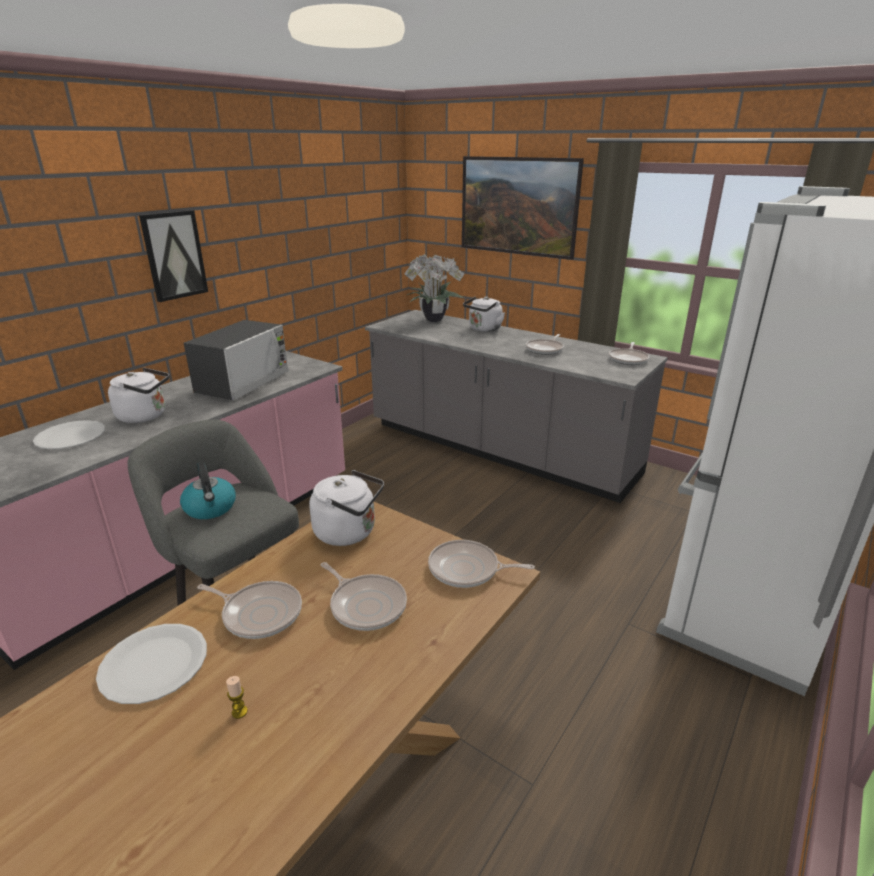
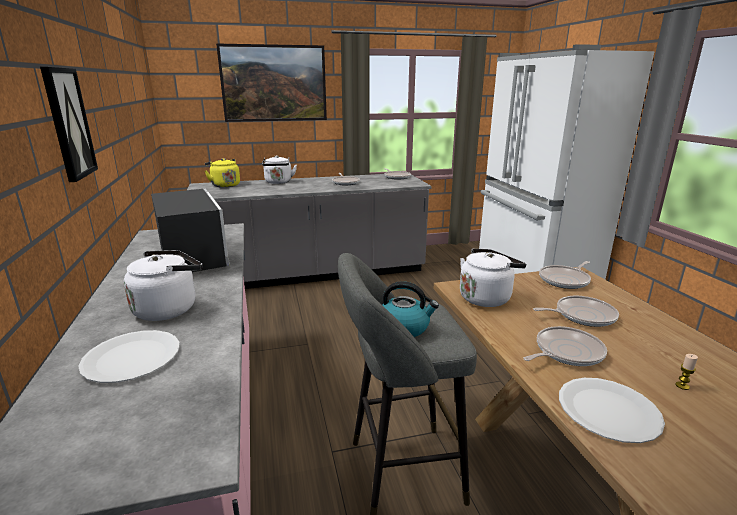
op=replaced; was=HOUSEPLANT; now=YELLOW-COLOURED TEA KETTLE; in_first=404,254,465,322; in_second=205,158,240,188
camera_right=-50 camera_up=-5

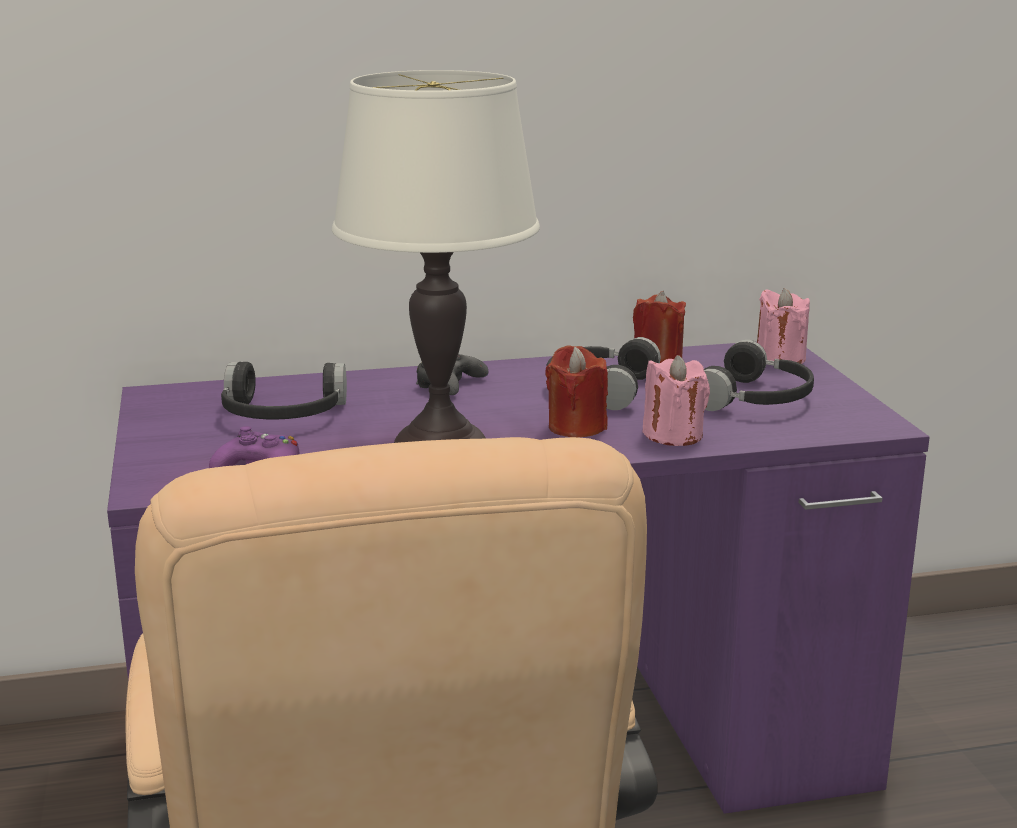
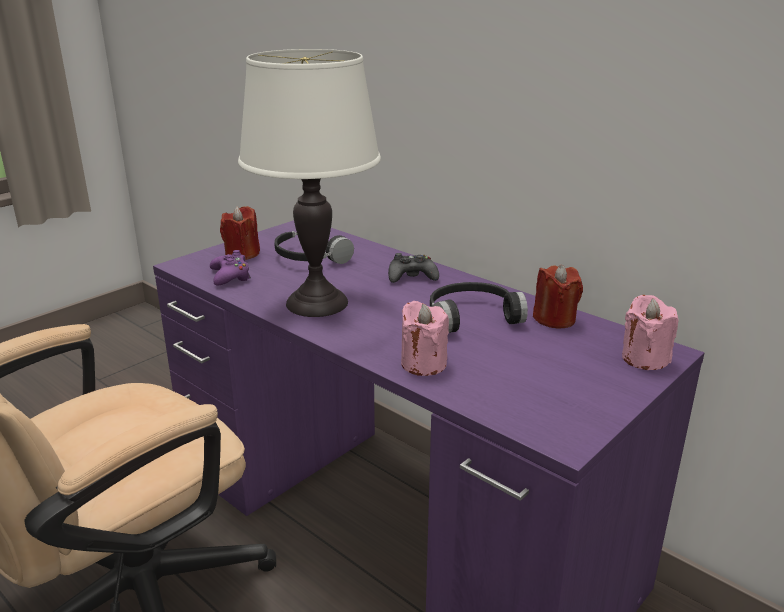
op=removed; was=BLACKISH PAIR OF HEADPHONES; in_first=704,340,814,411
op=moved; was=RED WAX LIGHT; in_first=545,346,608,437; in_second=220,206,260,260
camera_right=55 camera_up=5

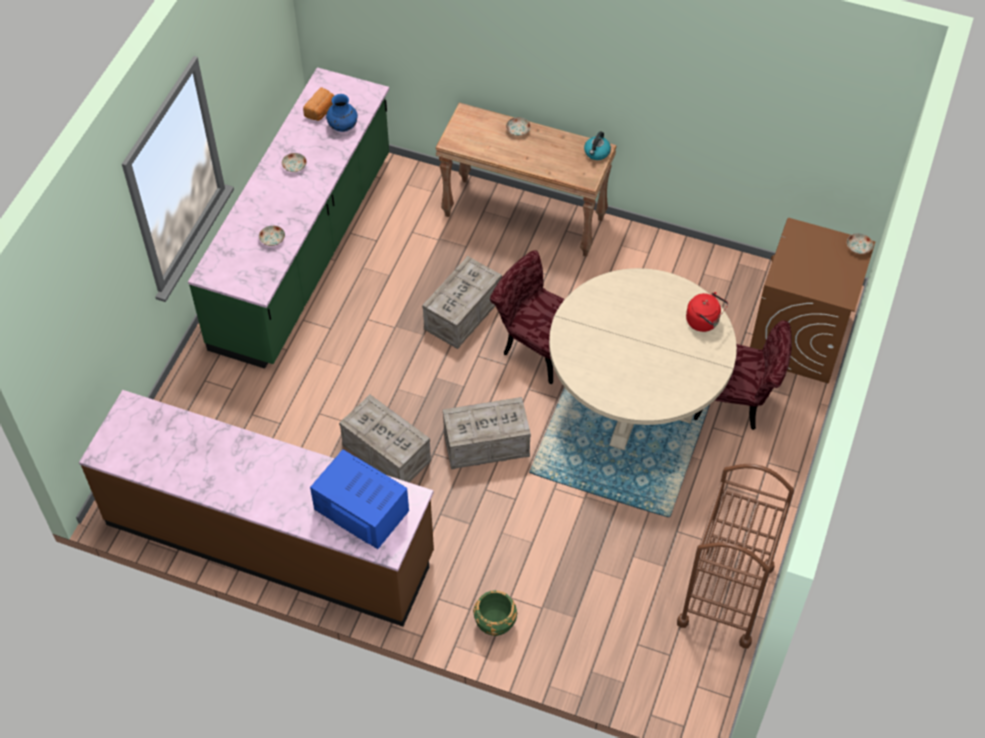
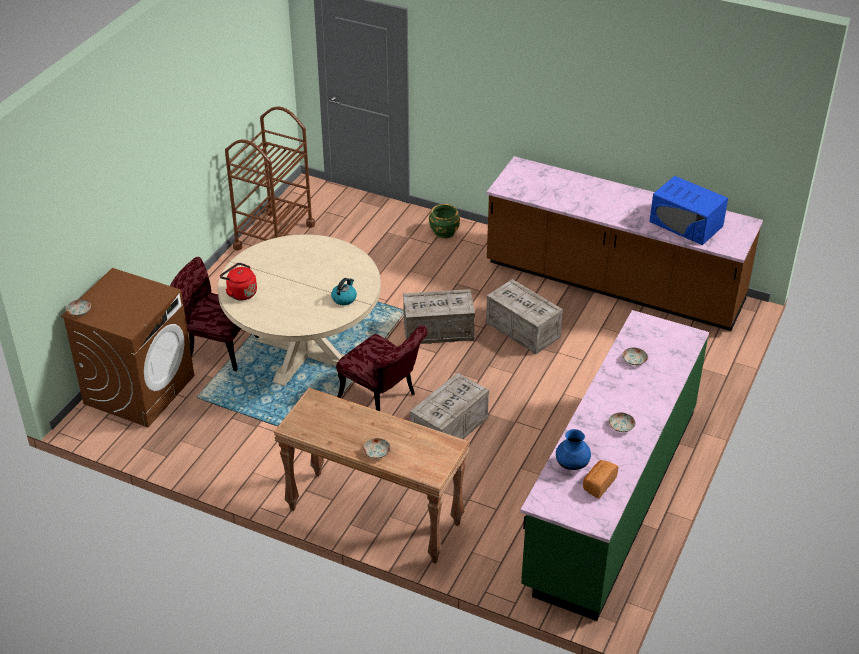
op=moved; was=TEA KETTLE; in_first=584,131,611,160; in_second=331,278,357,305
op=moved; was=BLUE MICROWAVE OVEN; in_first=310,449,409,549; in_second=649,176,728,245
camera_right=-175 camera_up=-15

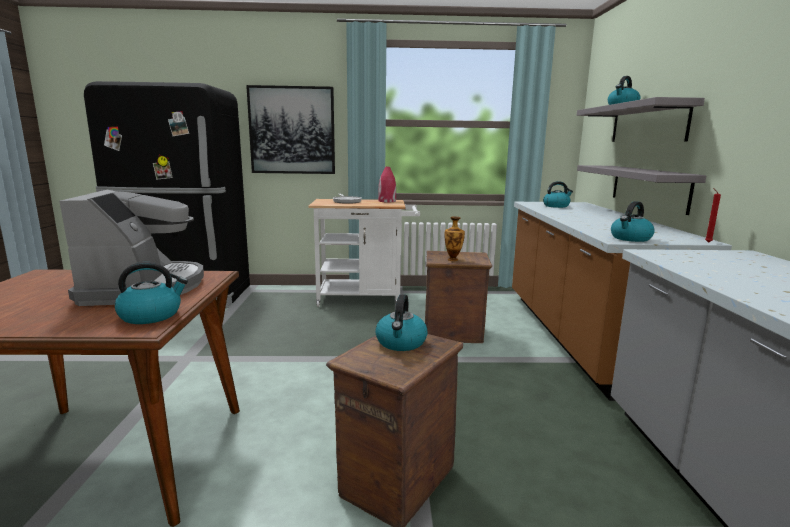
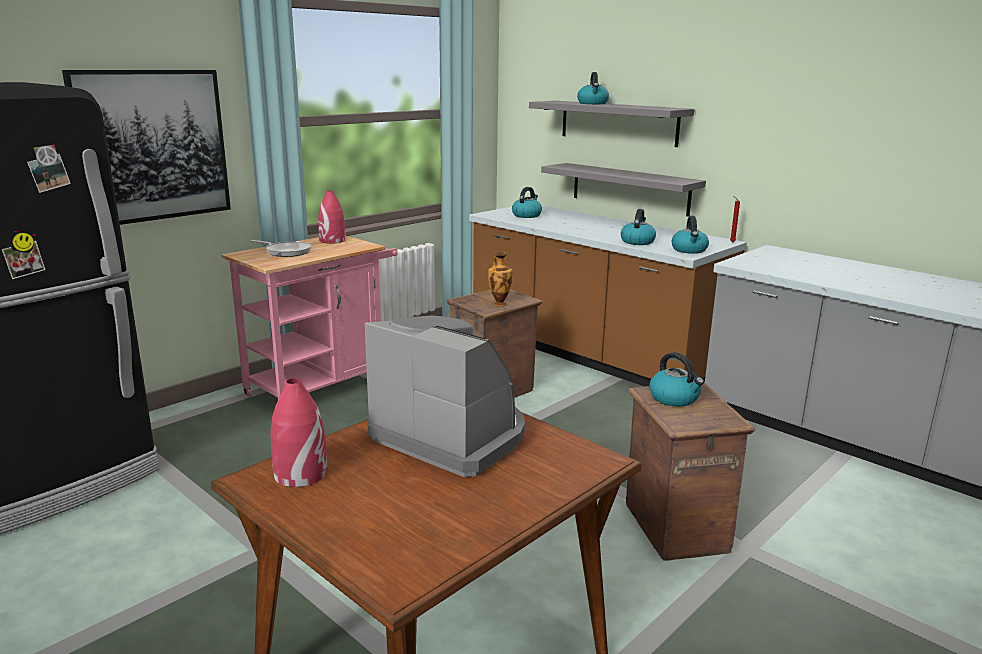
op=recoloured; was=WHITE TROLLEY; now=PINK TROLLEY; in_first=308,199,420,307; in_second=222,236,398,399
op=moved; was=TEA KETTLE; in_first=115,262,188,324; in_second=621,209,656,245
op=added; now=RED DECORATIVE VASE; in_second=270,378,328,487
camera_right=-45 camera_up=5

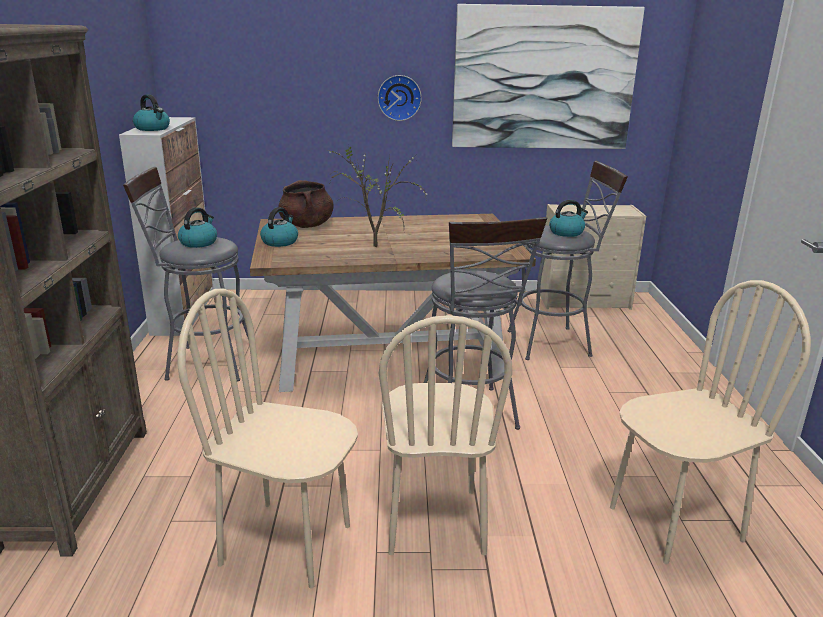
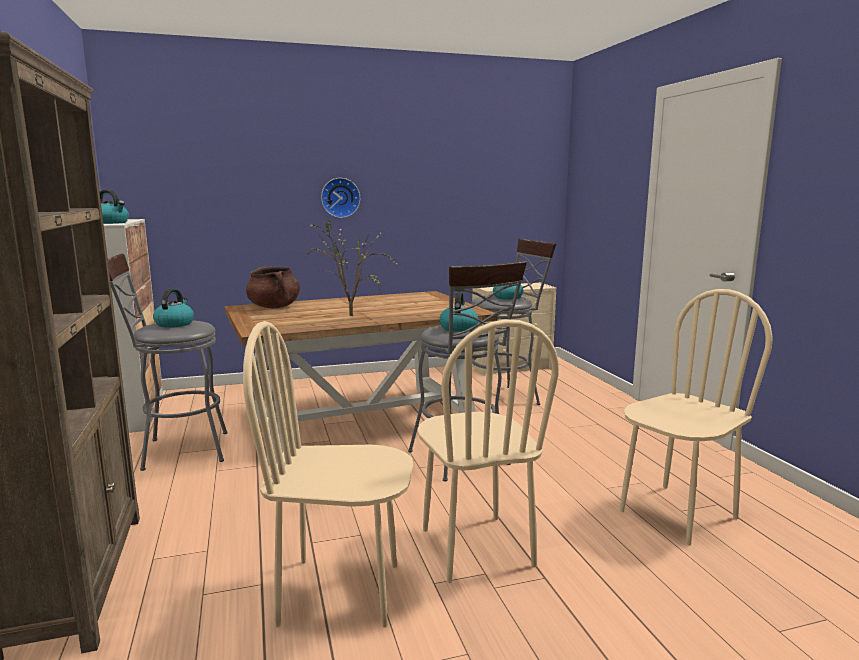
op=removed; was=WALL ART; in_first=452,4,645,149
op=moved; was=TEA KETTLE; in_first=260,207,298,247; in_second=440,291,478,332
camera_right=-15 camera_up=-10

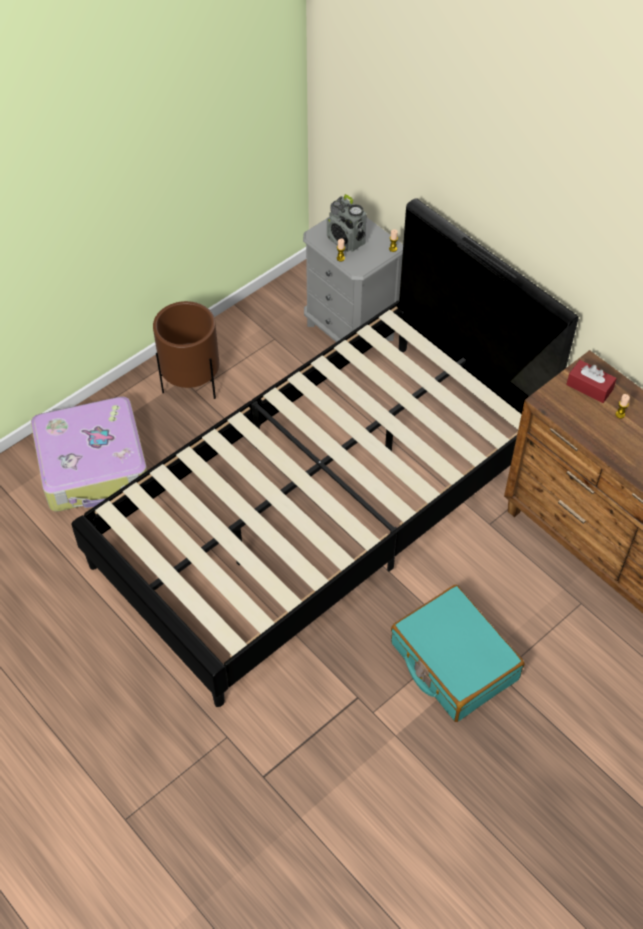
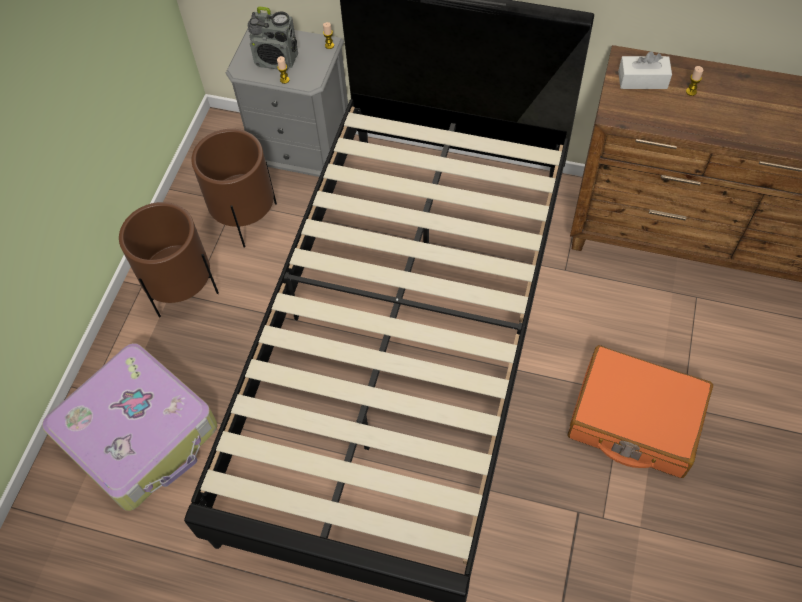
op=recoloured; was=RED TISSUE BOX; now=WHITE TISSUE BOX; in_first=566,360,617,403; in_second=618,51,672,89
op=recoloured; was=TURQUOISE PIECE OF LUGGAGE; now=ORANGE PIECE OF LUGGAGE; in_first=391,585,524,722; in_second=568,345,713,478
op=added; now=BROWN-COLOURED PLANT POT; in_second=191,129,277,247
camera_right=-30 camera_up=5

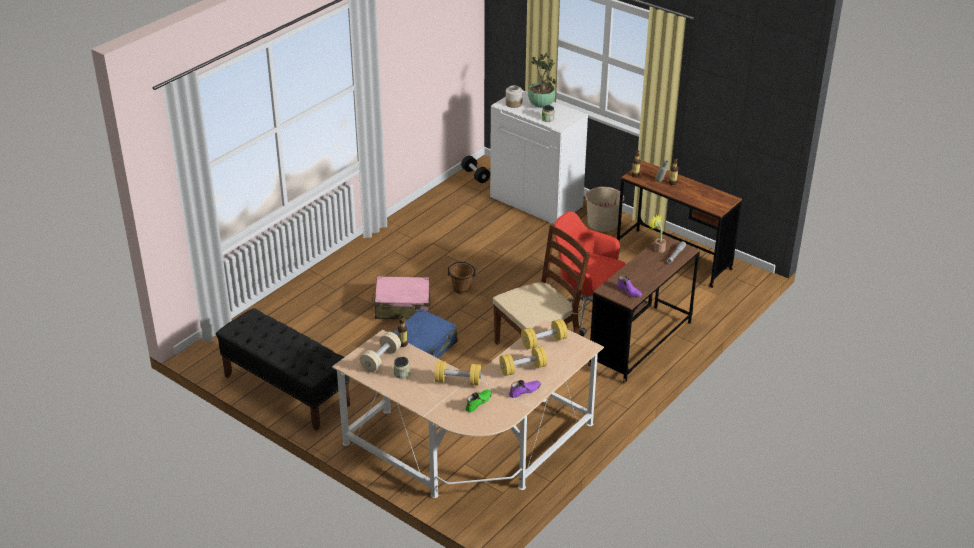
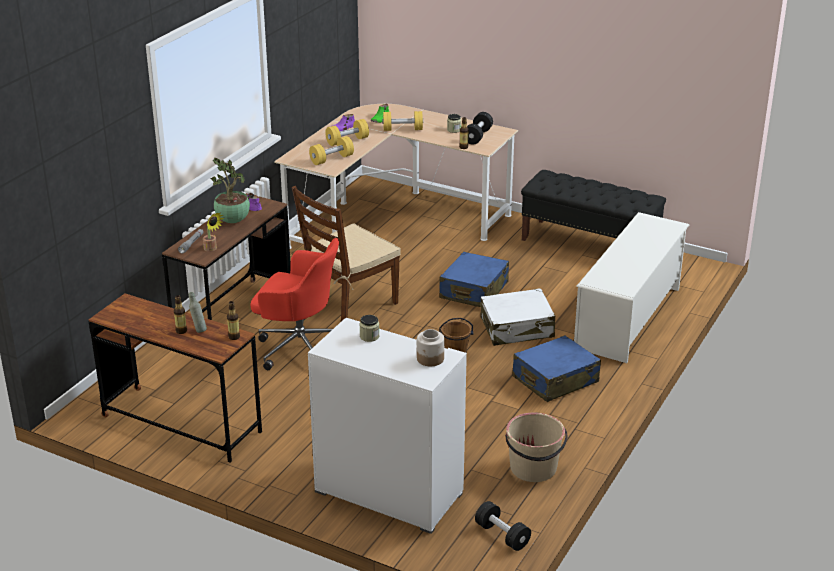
op=moved; was=HOUSEPLANT; in_first=528,53,557,108; in_second=211,158,250,223
op=moved; was=SAND-COLOURED BUCKET; in_first=584,187,625,232; in_second=505,413,568,482
op=recoloured; was=PINK PIECE OF LUGGAGE; now=WHITE PIECE OF LUGGAGE; in_first=372,276,431,319; in_second=480,288,555,346
op=recoloured; was=SAND-COLOURED HAND WEIGHT; now=BLACKISH HAND WEIGHT; in_first=360,332,401,372; in_second=467,112,493,145
op=added; now=WHITE SHOE RACK; in_second=574,212,689,363
op=added; now=BLUE PIECE OF LUGGAGE; in_second=512,335,601,402
camera_right=170 camera_up=-5

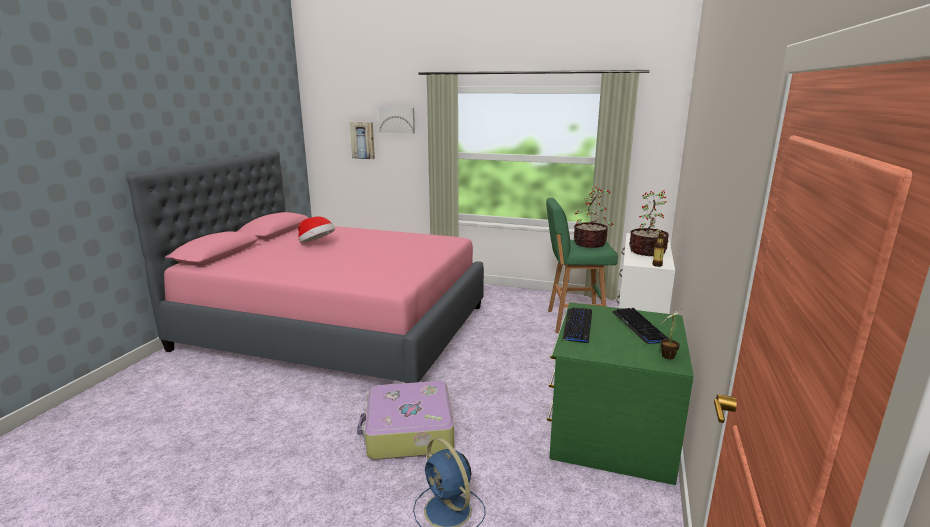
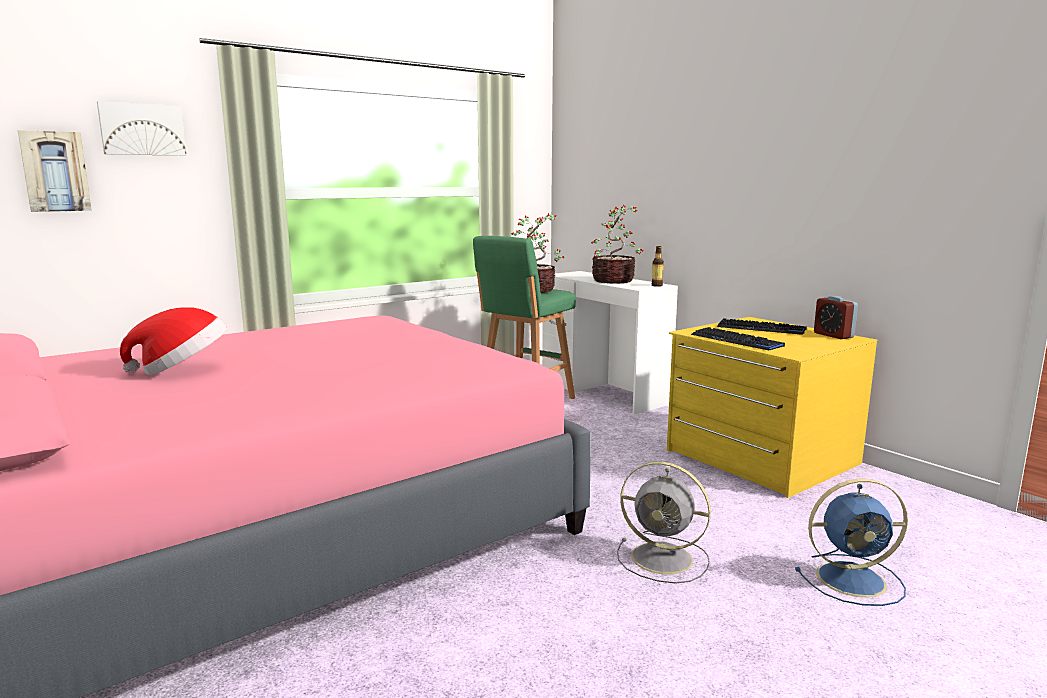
op=recoloured; was=GREENISH CHEST OF DRAWERS; now=YELLOW-COLOURED CHEST OF DRAWERS; in_first=547,302,694,485; in_second=667,317,877,498
op=replaced; was=HOUSEPLANT; now=TABLE CLOCK; in_first=660,305,689,359; in_second=814,296,858,339
op=replaced; was=PIECE OF LUGGAGE; now=GREYISH FAN; in_first=357,381,454,460; in_second=617,462,711,584
camera_right=-55 camera_up=-5

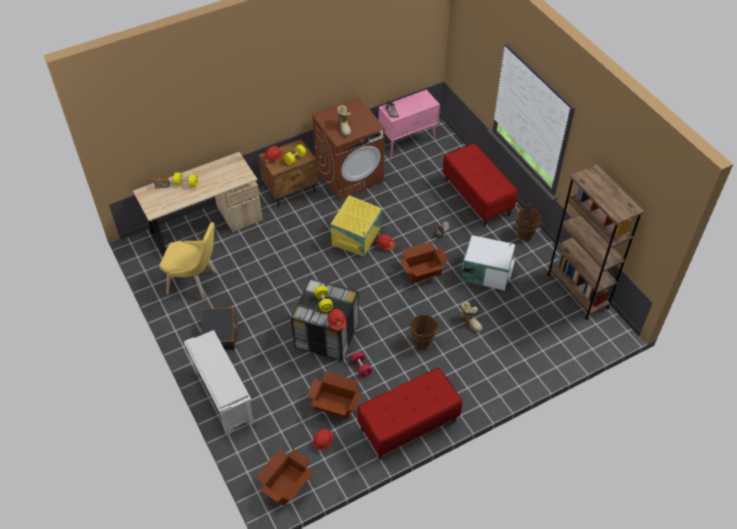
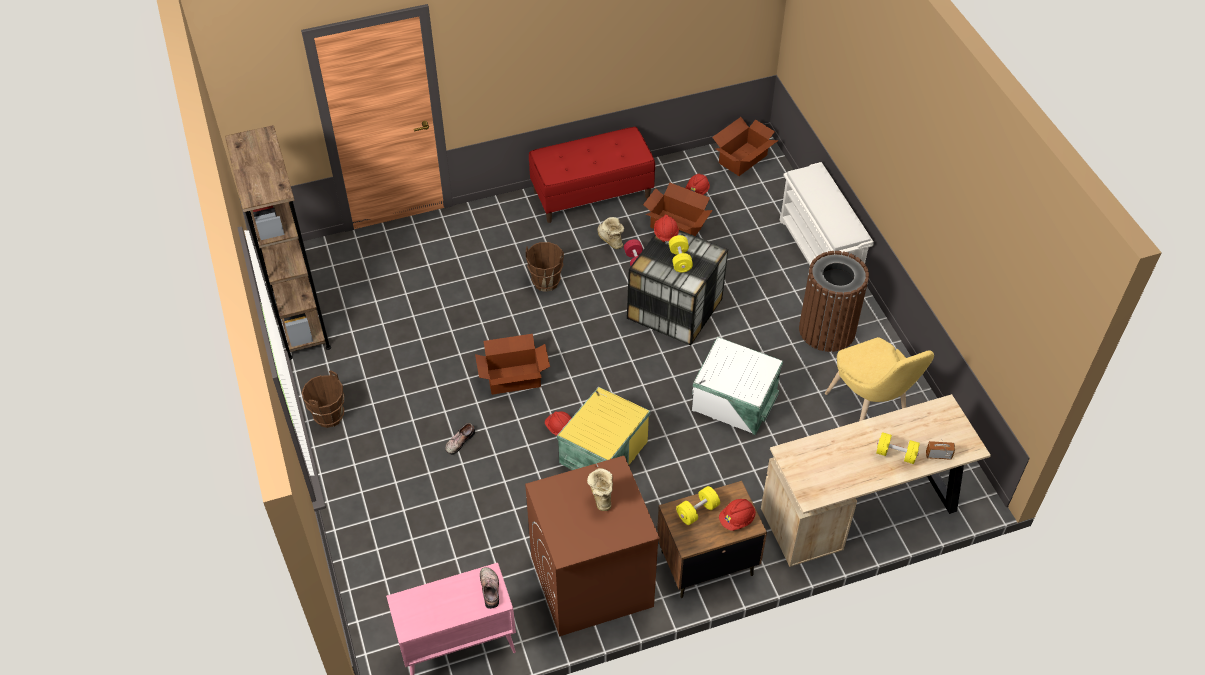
op=removed; was=RED LONG SEAT; in_first=443,144,518,227
op=turned; was=YELLOW-COLOURED CHAIR; in_first=159,222,215,299; in_second=825,337,934,421; clockwise=-135
op=moved; was=WHITE STORAGE BOX; in_first=461,235,516,291; in_second=692,337,783,435
op=moved; was=BOOT; in_first=460,301,483,332; in_second=597,217,624,249
op=replaced; was=BLACKISH PIECE OF LUGGAGE; now=BROWN-COLOURED TRASH CAN; in_first=201,307,238,350; in_second=799,251,869,352
camera_right=-170 camera_up=0

